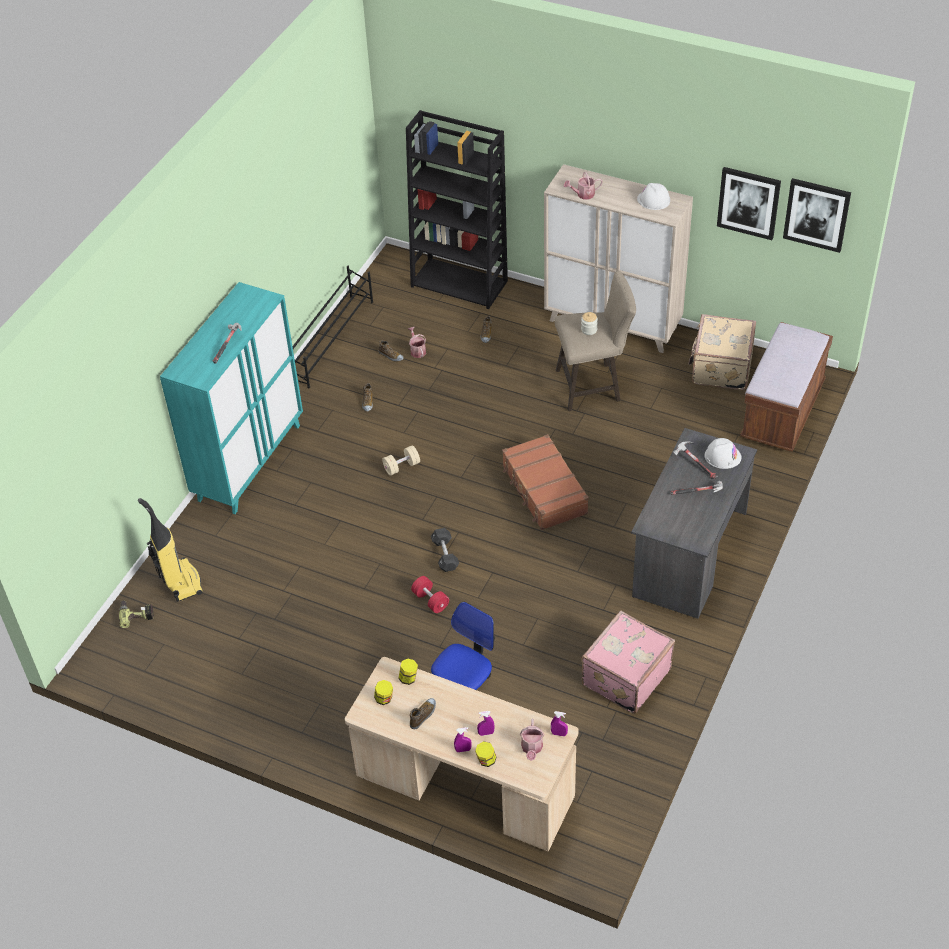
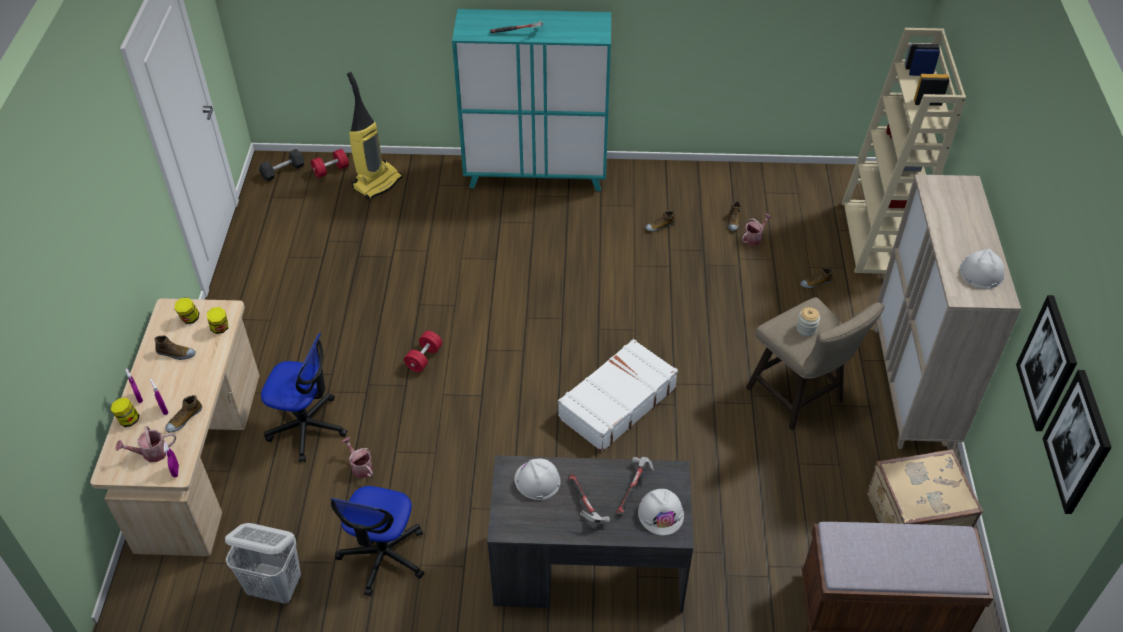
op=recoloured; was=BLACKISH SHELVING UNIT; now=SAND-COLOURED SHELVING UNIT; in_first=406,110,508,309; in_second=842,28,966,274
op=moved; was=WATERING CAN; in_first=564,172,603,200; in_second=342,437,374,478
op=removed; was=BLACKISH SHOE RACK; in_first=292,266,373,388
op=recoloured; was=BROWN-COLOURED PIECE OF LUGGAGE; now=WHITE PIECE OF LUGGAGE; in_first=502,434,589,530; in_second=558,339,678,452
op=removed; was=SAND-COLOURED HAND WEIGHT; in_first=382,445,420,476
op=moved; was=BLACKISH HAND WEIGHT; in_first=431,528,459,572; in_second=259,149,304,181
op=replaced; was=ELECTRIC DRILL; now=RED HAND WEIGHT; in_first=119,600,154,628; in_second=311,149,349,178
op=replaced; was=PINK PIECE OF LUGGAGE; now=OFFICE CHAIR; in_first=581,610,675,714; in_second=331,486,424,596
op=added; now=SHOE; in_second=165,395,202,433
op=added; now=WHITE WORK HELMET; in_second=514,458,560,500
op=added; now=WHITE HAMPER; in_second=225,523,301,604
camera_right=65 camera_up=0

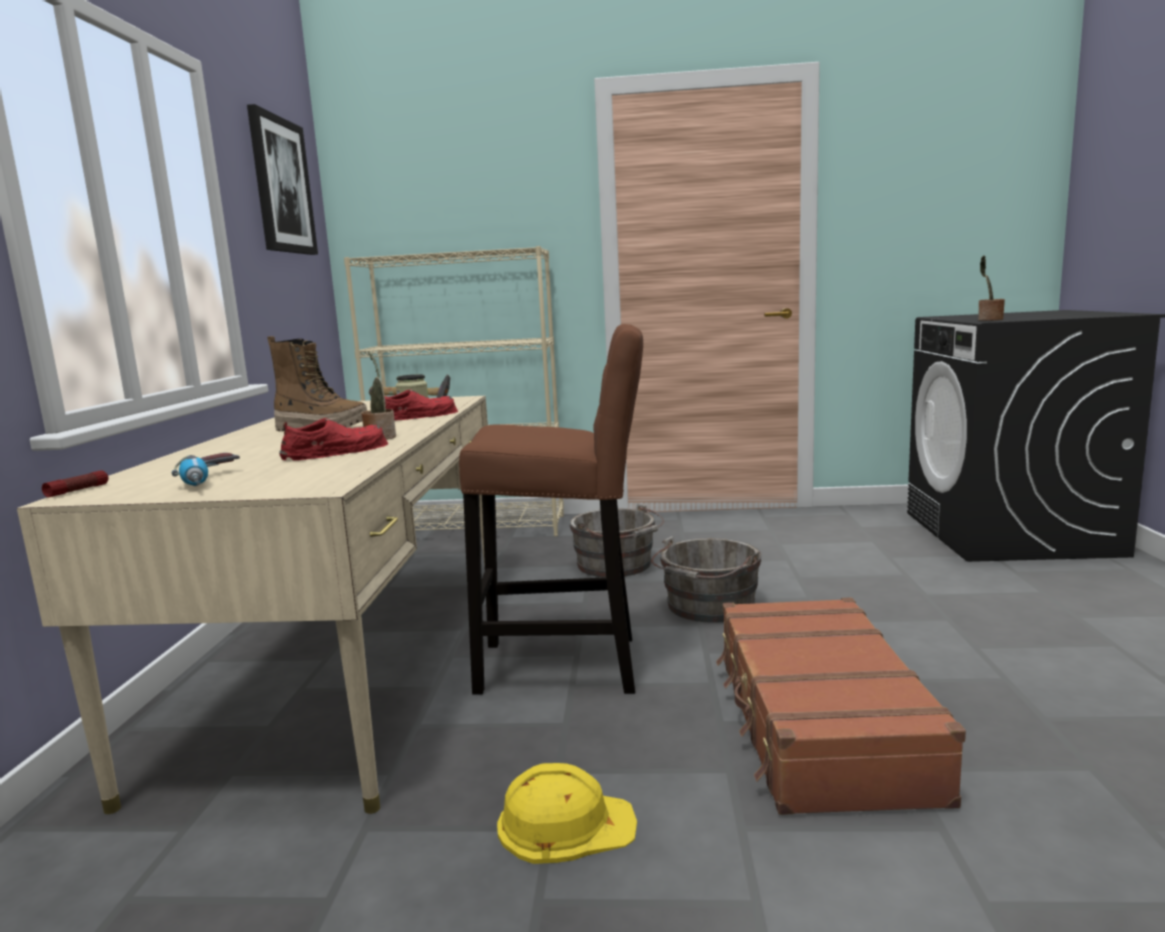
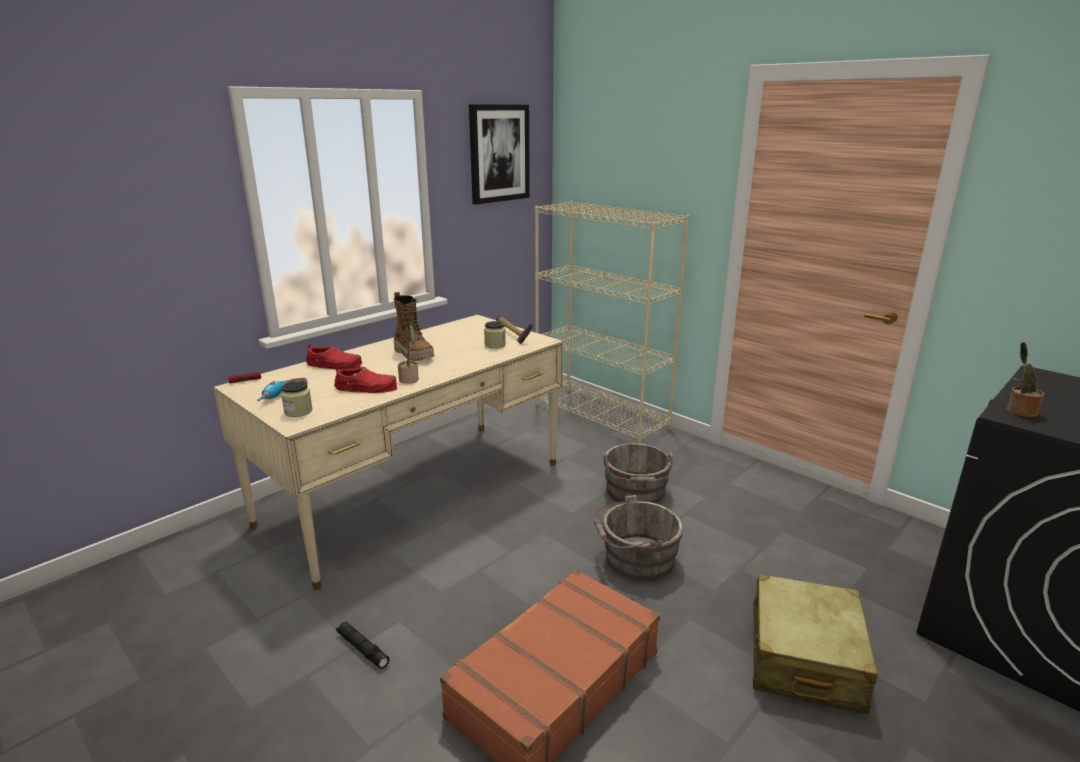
op=removed; was=BROWN-COLOURED STOOL SEAT; in_first=459,324,643,694
op=moved; was=RED SHOE; in_first=384,390,458,421; in_second=306,344,362,370
op=replaced; was=YELLOW-COLOURED WORK HELMET; now=BLACKISH TORCH; in_first=497,763,637,864; in_second=336,622,390,669
op=added; now=STORAGE JAR; in_second=281,381,313,417
op=added; now=SAND-COLOURED PIECE OF LUGGAGE; in_second=751,574,878,714
camera_right=40 camera_up=10

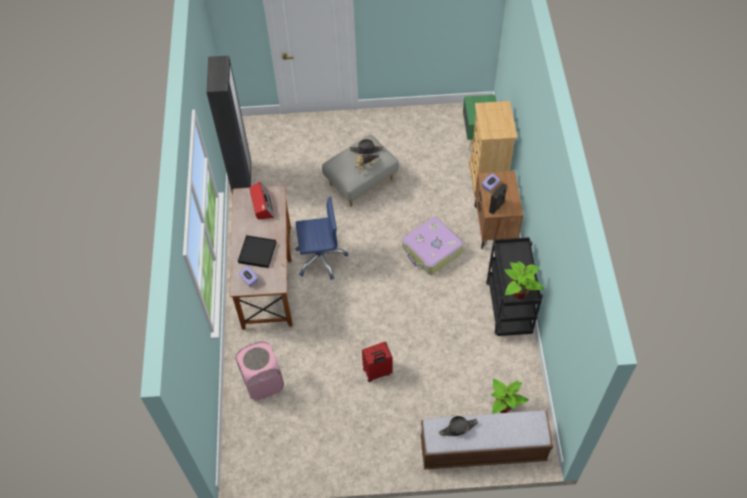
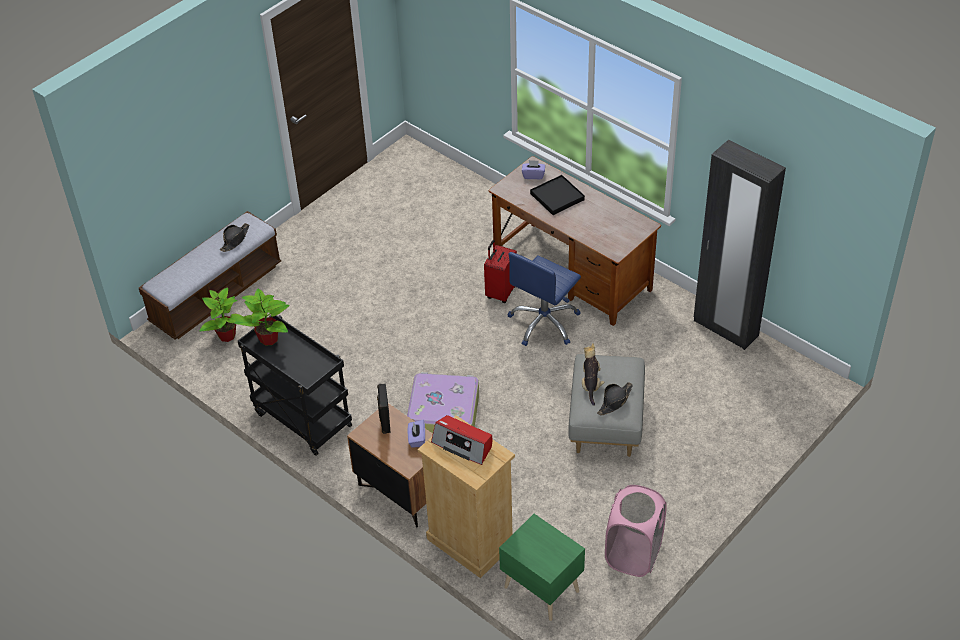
op=moved; was=RADIO; in_first=250,182,274,220; in_second=431,415,492,465
op=moved; was=PINK HAMPER; in_first=235,341,284,400; in_second=605,485,667,577
op=moved; was=RED PIECE OF LUGGAGE; in_first=362,342,393,382; in_second=484,240,517,303
camera_right=135 camera_up=-10

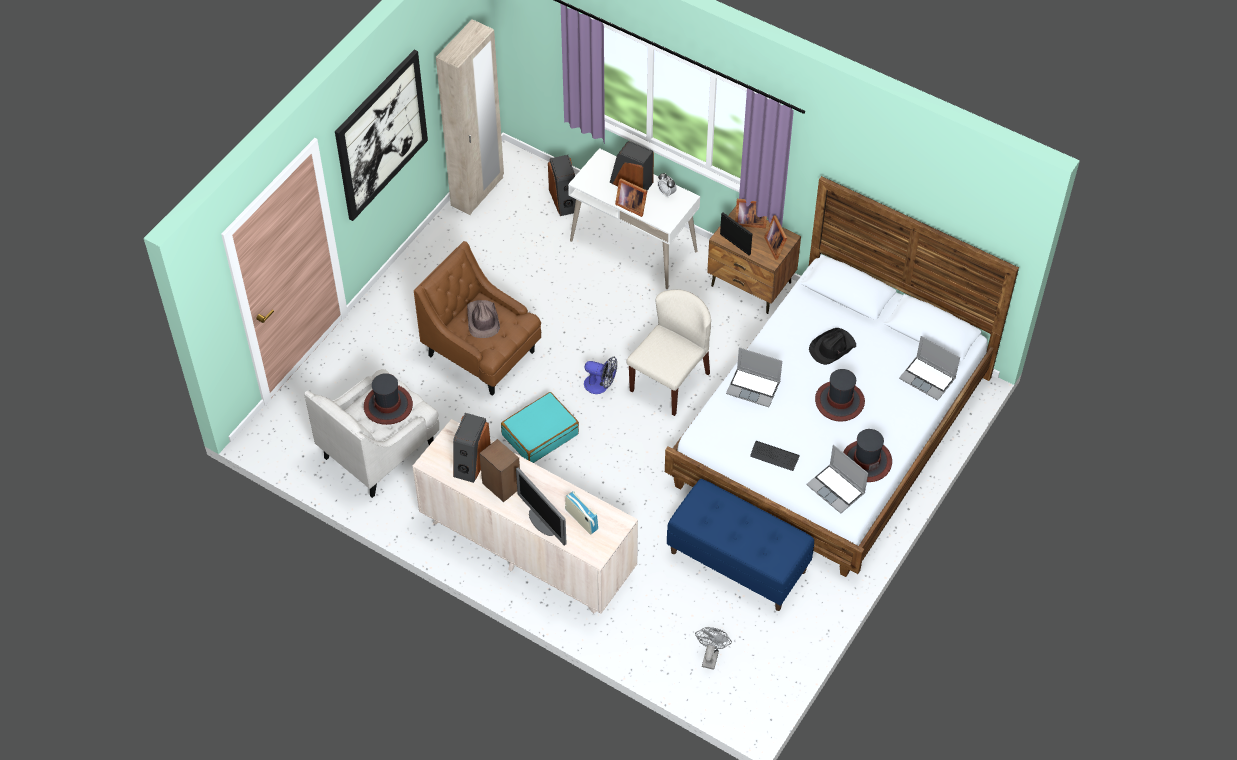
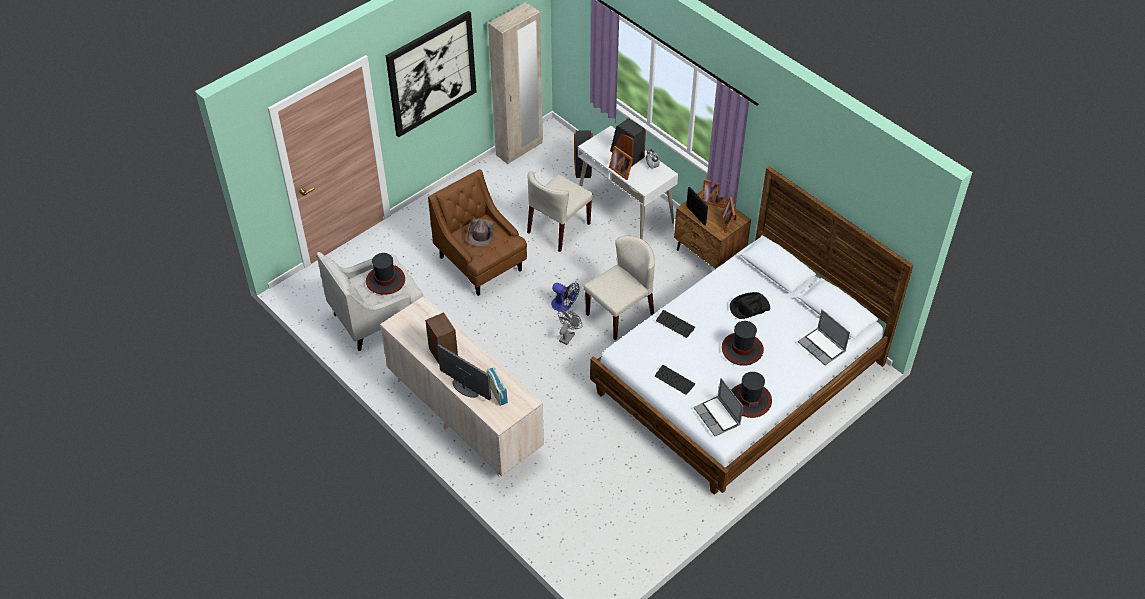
op=replaced; was=PORTABLE COMPUTER; now=PC KEYBOARD; in_first=726,347,782,407; in_second=656,310,695,338
op=removed; was=TURQUOISE PIECE OF LUGGAGE; in_first=501,392,579,463
op=removed; was=SPEAKER; in_first=453,413,491,483
op=turned; was=COMPUTER SCREEN; in_first=516,467,567,546; in_second=437,344,491,401; clockwise=150
op=removed; was=BLUE LONG SEAT; in_first=667,479,814,611
op=moved; was=GREYISH FAN; in_first=695,627,732,670; in_second=558,310,583,345
op=added; now=SAND-COLOURED CHAIR; in_second=527,171,594,252
camera_right=15 camera_up=-5

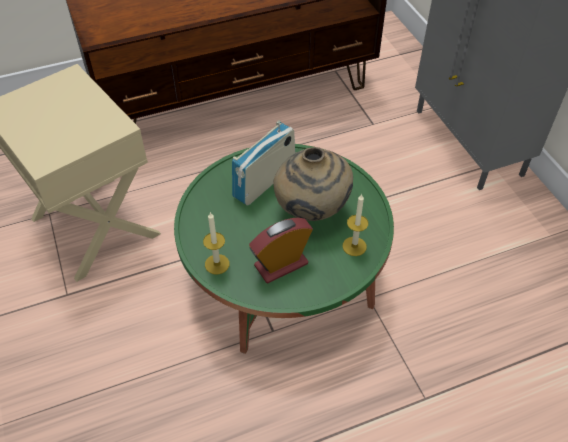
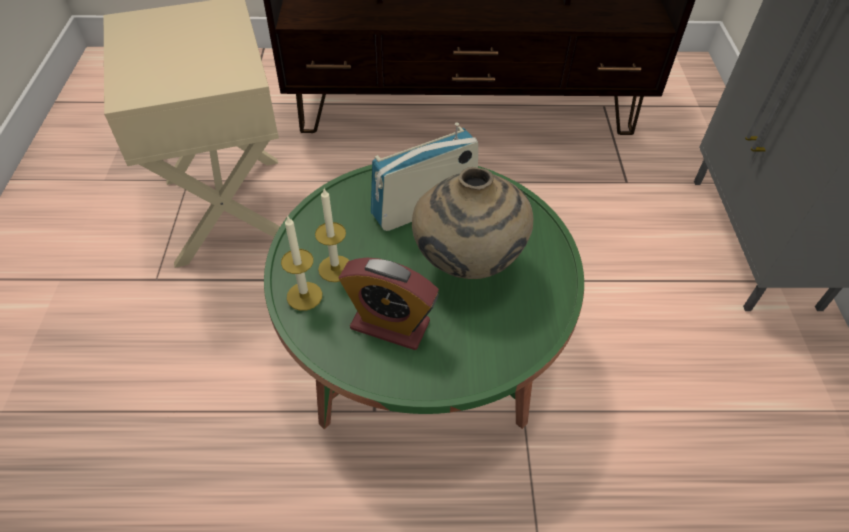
op=moved; was=WAX LIGHT; in_first=342,194,368,256; in_second=315,189,349,282
op=turned; was=TABLE CLOCK; in_first=249,218,313,283; in_second=339,258,439,350; clockwise=-150
camera_right=20 camera_up=0

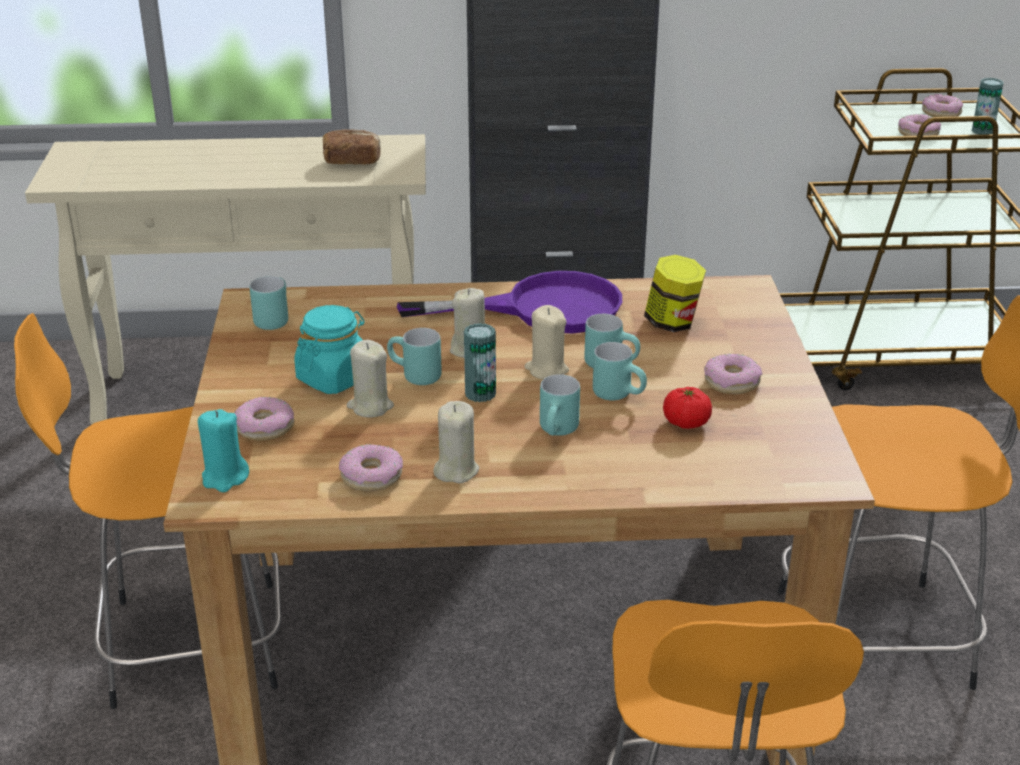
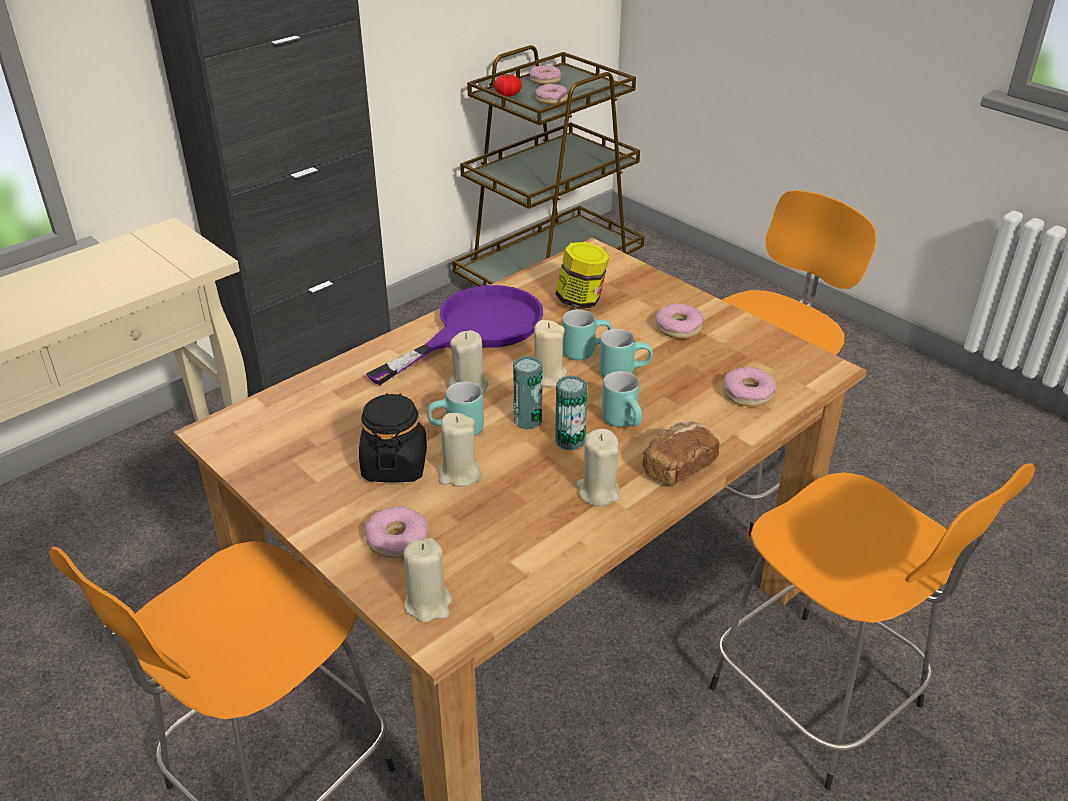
op=moved; was=METAL CAN; in_first=972,78,1004,135; in_second=555,375,587,450
op=moved; was=BAKERY BREAD; in_first=323,129,381,165; in_second=642,421,720,486
op=removed; was=TURQUOISE MUG; in_first=250,276,288,330
op=recoloured; was=TURQUOISE STORAGE JAR; now=BLACKISH STORAGE JAR; in_first=294,305,365,394; in_second=359,393,427,483
op=moved; was=TOMATO; in_first=663,387,712,429; in_second=494,74,522,97
op=recoloured; was=TURQUOISE WAX LIGHT; now=SAND-COLOURED WAX LIGHT; in_first=198,409,249,492; in_second=403,538,452,623
op=moved; was=DOUGHNUT; in_first=339,444,403,491; in_second=723,366,776,406
camera_right=-40 camera_up=5

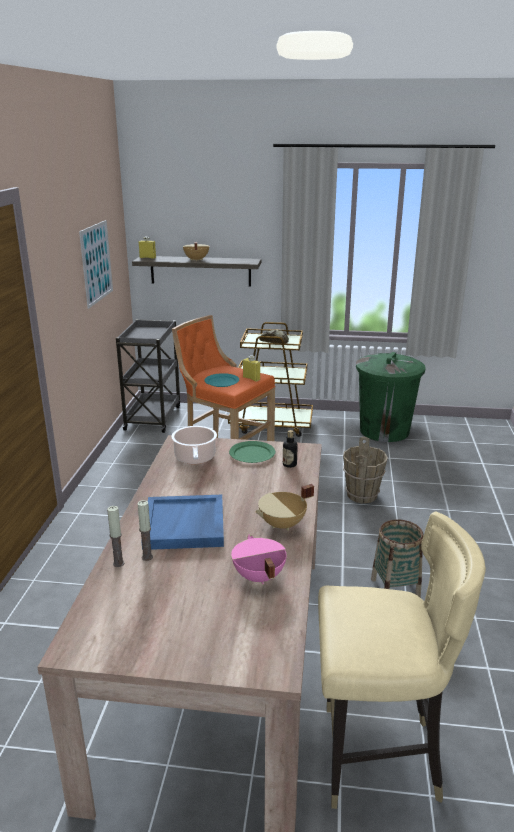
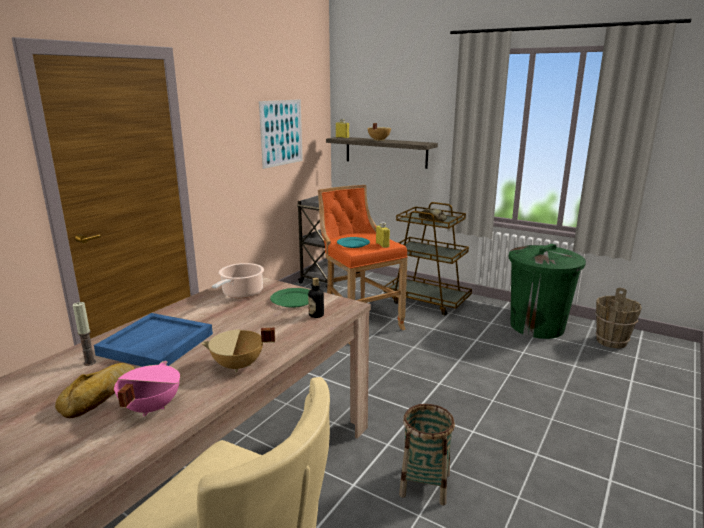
op=moved; was=BROWN-COLOURED BUCKET; in_first=343,437,388,504; in_second=595,288,642,349
op=removed; was=WAX LIGHT; in_first=107,506,124,567
op=added; now=BAKERY BREAD; in_second=55,363,135,418
camera_right=25 camera_up=-5

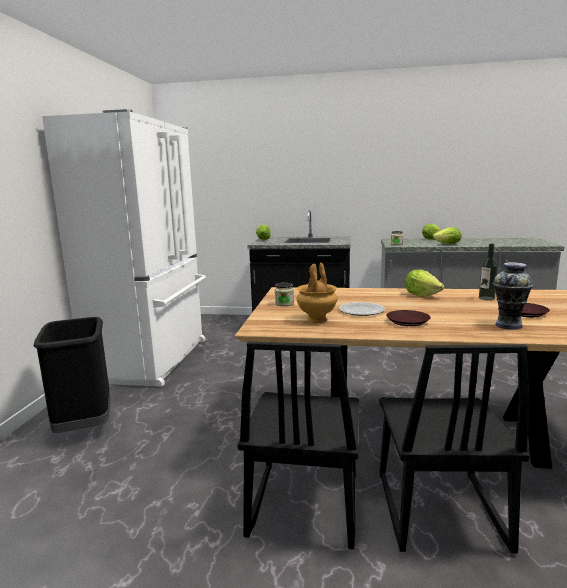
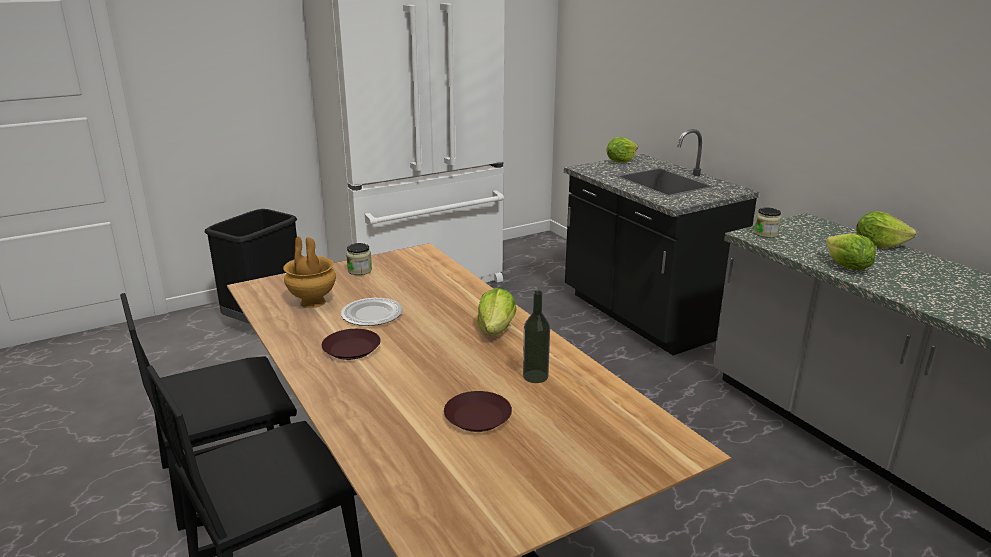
op=removed; was=DECORATIVE VASE; in_first=493,262,533,330
camera_right=50 camera_up=10

